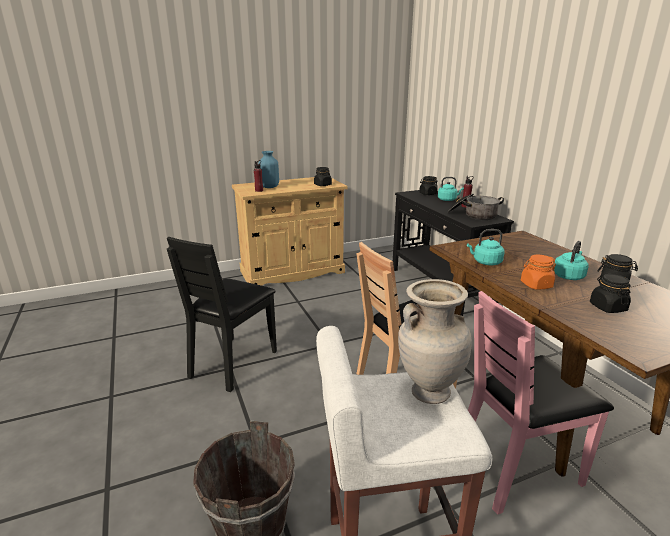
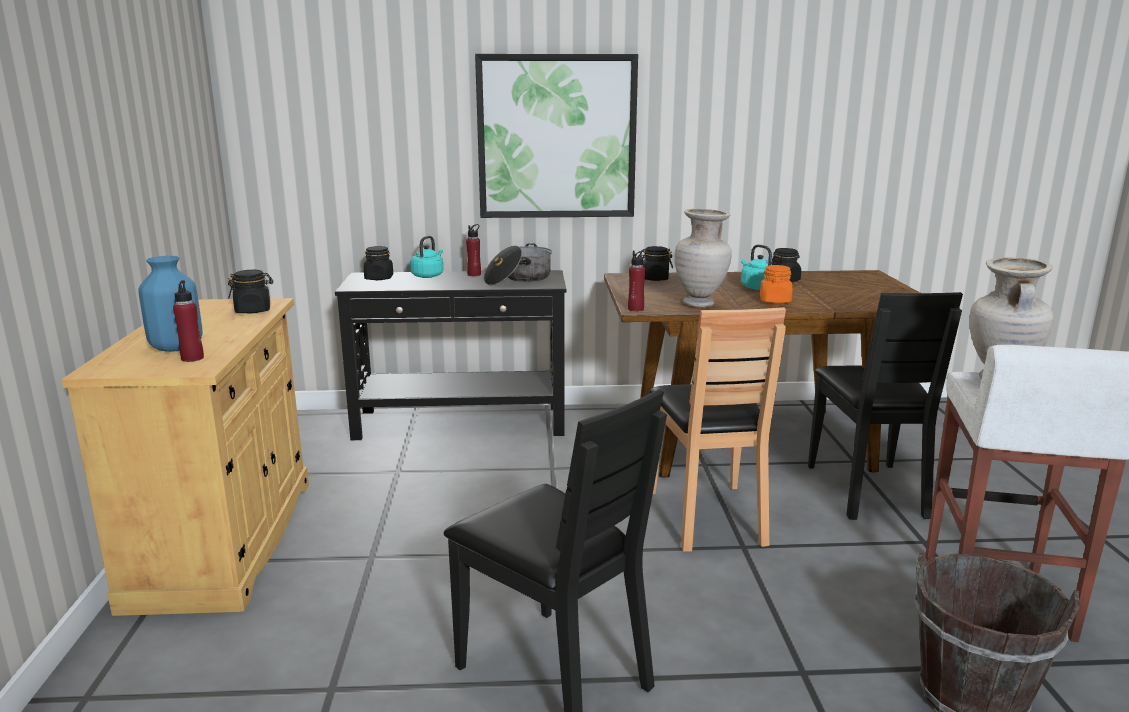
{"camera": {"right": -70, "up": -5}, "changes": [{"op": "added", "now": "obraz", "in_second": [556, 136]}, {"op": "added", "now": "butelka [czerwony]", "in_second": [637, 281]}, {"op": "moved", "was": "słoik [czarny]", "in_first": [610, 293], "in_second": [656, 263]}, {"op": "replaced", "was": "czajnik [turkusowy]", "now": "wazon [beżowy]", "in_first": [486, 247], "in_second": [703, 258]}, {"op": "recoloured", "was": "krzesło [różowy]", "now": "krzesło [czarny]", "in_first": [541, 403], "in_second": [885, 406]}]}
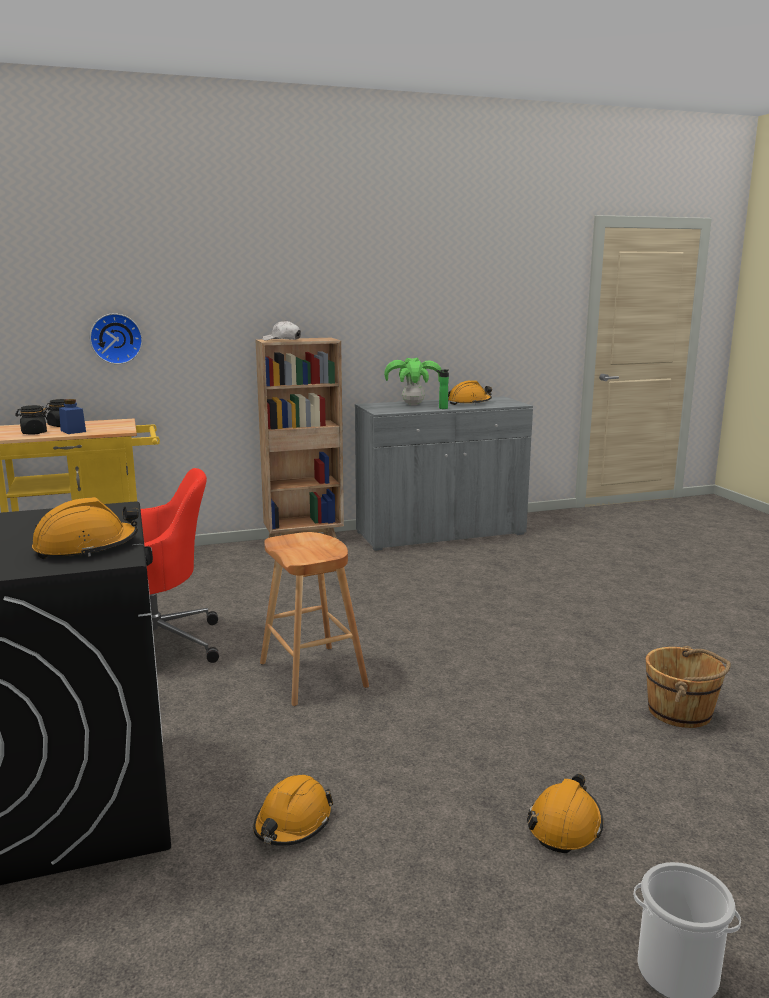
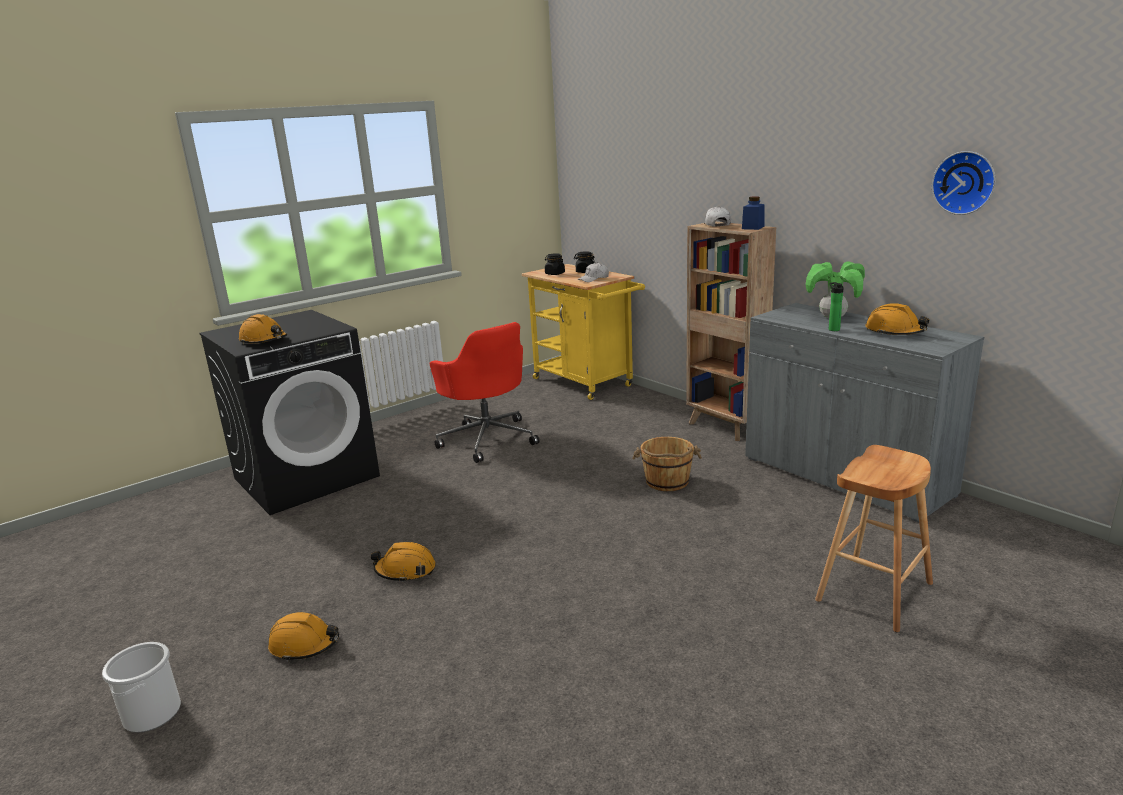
{"camera": {"right": 70, "up": 5}, "changes": [{"op": "moved", "was": "kask [pomarańczowy]", "in_first": [293, 810], "in_second": [403, 562]}, {"op": "added", "now": "czapka z daszkiem [biały]", "in_second": [593, 272]}, {"op": "moved", "was": "wiadro [brązowy]", "in_first": [688, 687], "in_second": [667, 464]}, {"op": "moved", "was": "słoik [niebieski]", "in_first": [72, 416], "in_second": [753, 213]}, {"op": "moved", "was": "stołek [brązowy]", "in_first": [314, 619], "in_second": [874, 538]}, {"op": "moved", "was": "zegar ścienny", "in_first": [116, 338], "in_second": [963, 183]}]}
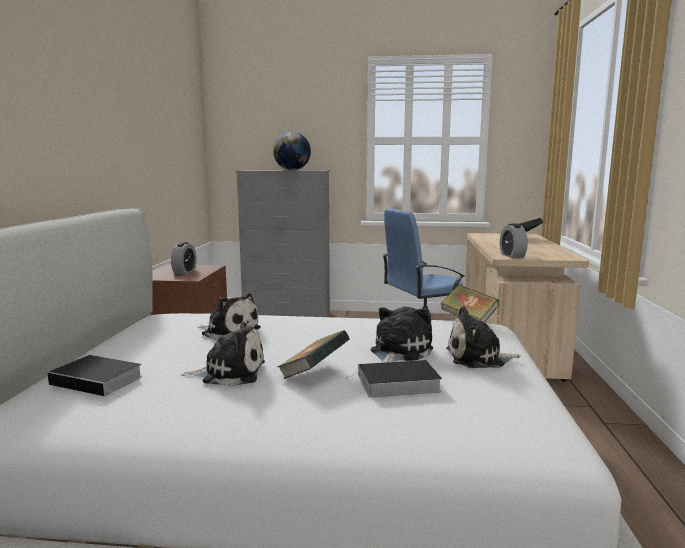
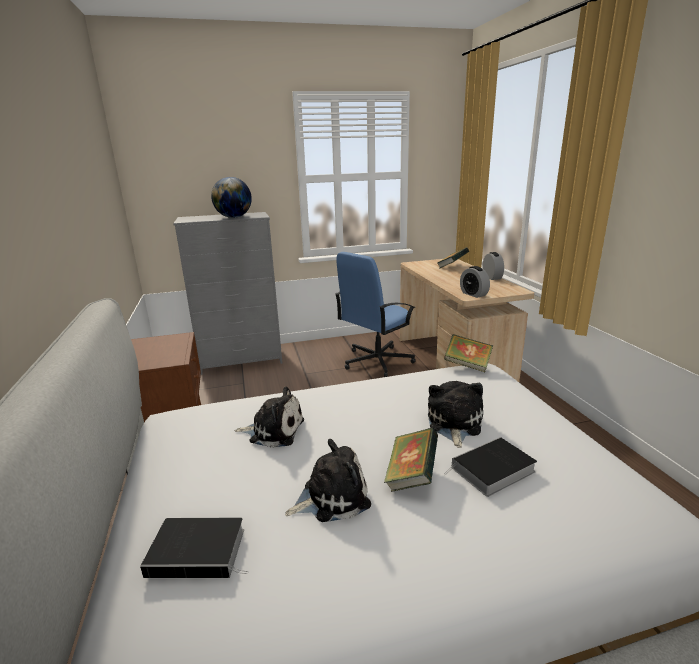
{"camera": {"right": -20, "up": 10}, "changes": [{"op": "moved", "was": "budzik", "in_first": [184, 258], "in_second": [493, 266]}, {"op": "removed", "was": "pluszak", "in_first": [483, 337]}]}
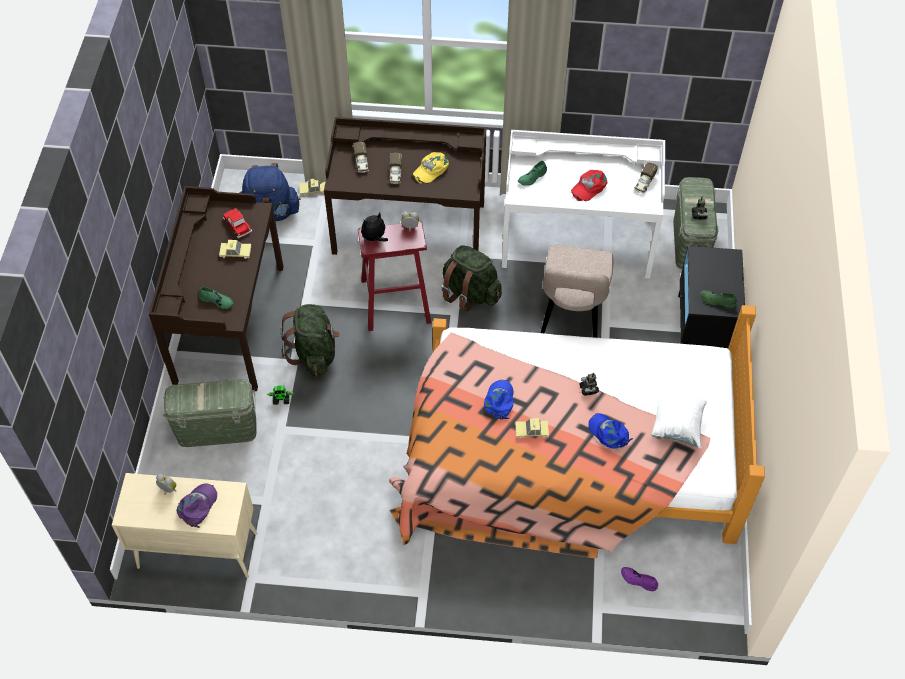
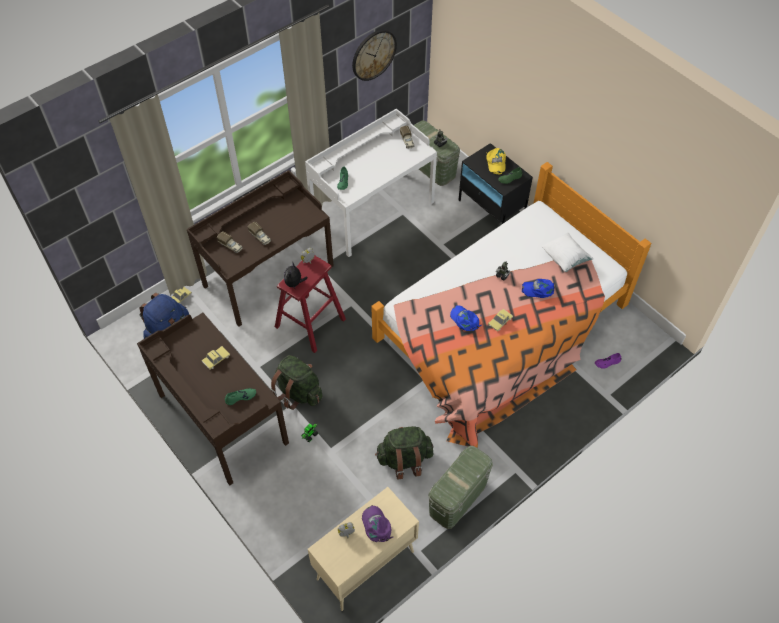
{"camera": {"right": -45, "up": 0}, "changes": [{"op": "added", "now": "zegar ścienny", "in_second": [374, 55]}, {"op": "moved", "was": "plecak [zielony]", "in_first": [471, 278], "in_second": [404, 453]}, {"op": "moved", "was": "pojemnik do przechowywania [zielony]", "in_first": [210, 413], "in_second": [460, 487]}, {"op": "moved", "was": "czapka z daszkiem [żółty]", "in_first": [431, 167], "in_second": [496, 161]}, {"op": "removed", "was": "samochodzik", "in_first": [237, 223]}, {"op": "removed", "was": "krzesło [beżowy]", "in_first": [577, 291]}, {"op": "removed", "was": "czapka z daszkiem [czerwony]", "in_first": [589, 185]}]}
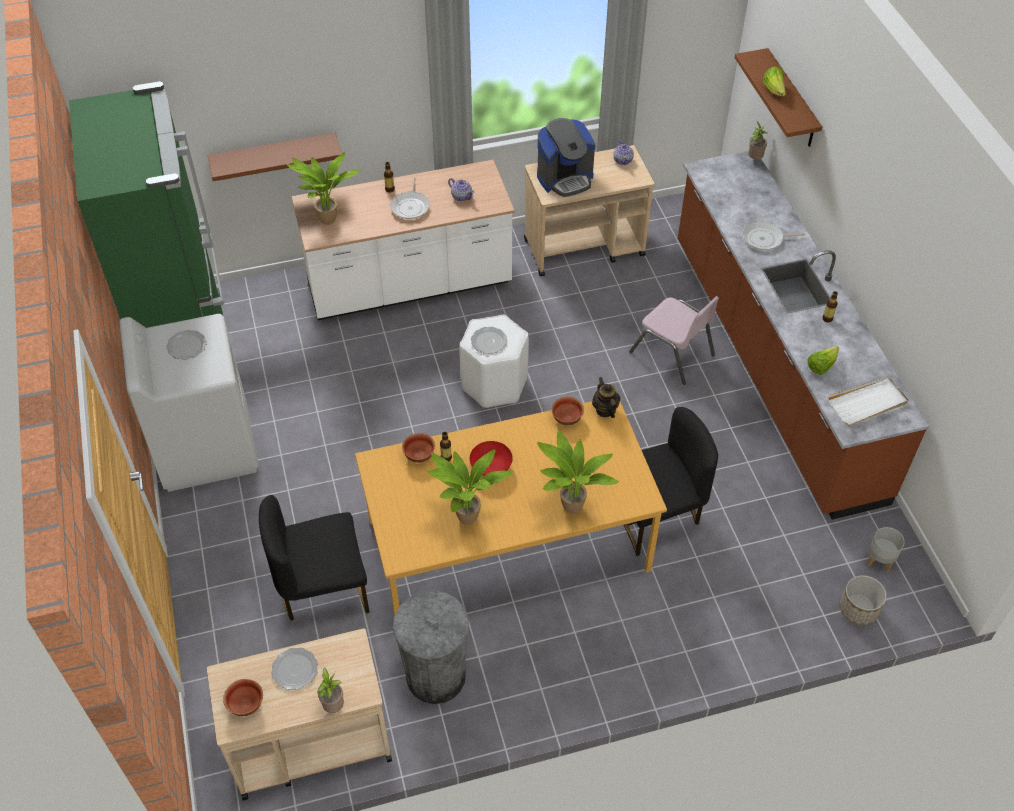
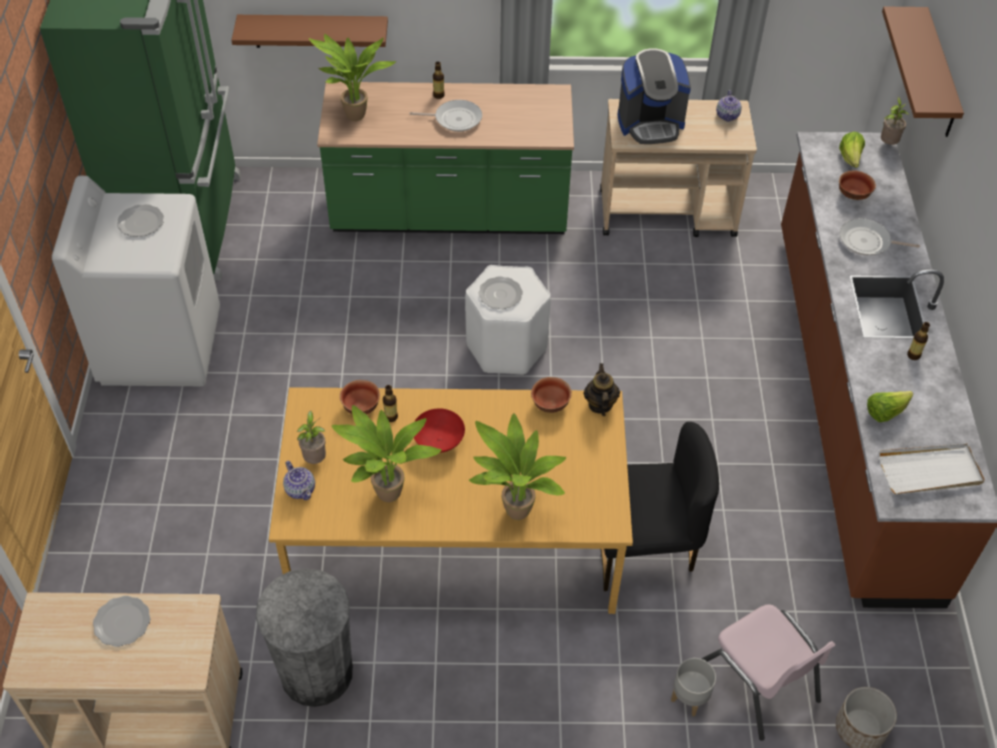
{"camera": {"right": 15, "up": 0}, "changes": [{"op": "moved", "was": "imbryk", "in_first": [461, 189], "in_second": [299, 480]}, {"op": "moved", "was": "roślina doniczkowa", "in_first": [330, 690], "in_second": [311, 437]}, {"op": "recoloured", "was": "zabudowa kuchenna [biały]", "now": "zabudowa kuchenna [zielony]", "in_first": [403, 240], "in_second": [445, 158]}, {"op": "turned", "was": "patelnia", "in_first": [410, 198], "in_second": [445, 116], "clockwise": -105}, {"op": "moved", "was": "donica [szary]", "in_first": [886, 550], "in_second": [693, 687]}, {"op": "moved", "was": "krzesło [różowy]", "in_first": [674, 340], "in_second": [768, 672]}, {"op": "moved", "was": "sałata", "in_first": [774, 81], "in_second": [852, 150]}, {"op": "moved", "was": "miska", "in_first": [243, 697], "in_second": [857, 185]}, {"op": "removed", "was": "krzesło [czarny]", "in_first": [314, 557]}]}
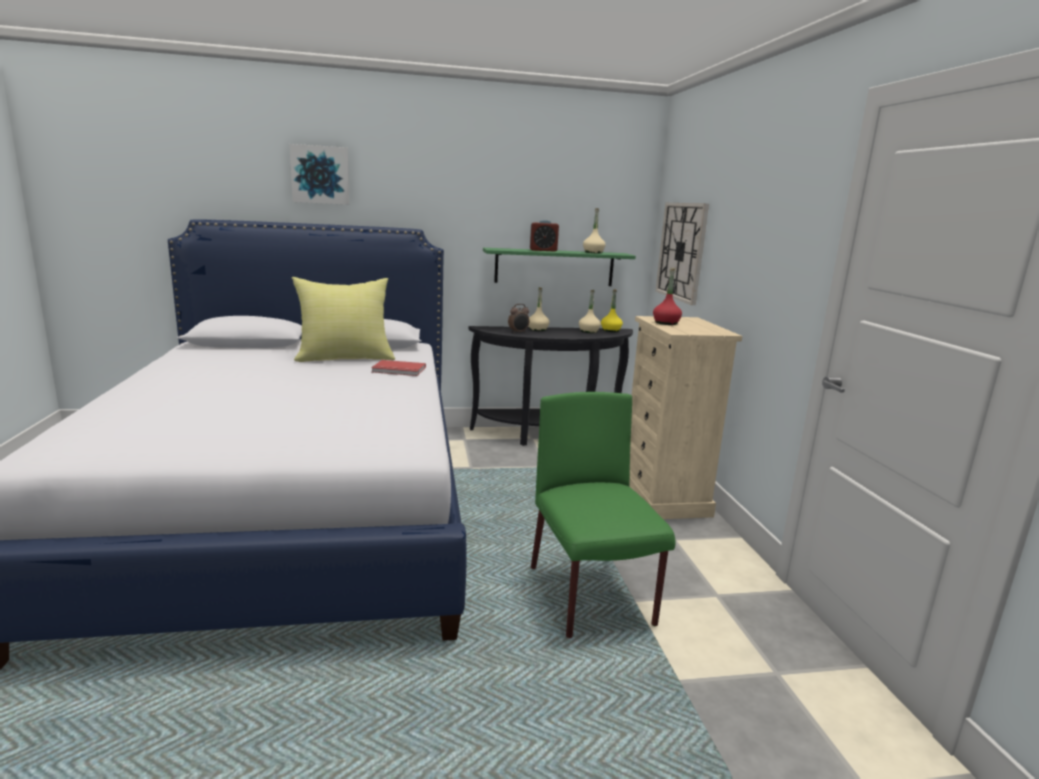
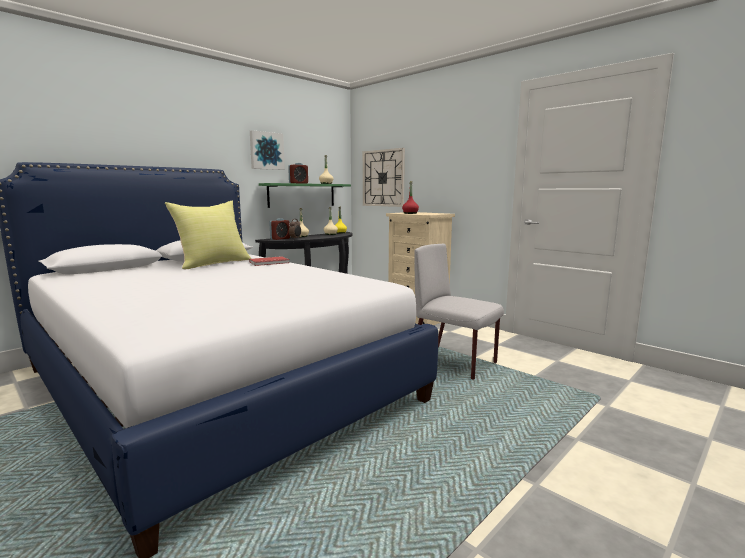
{"camera": {"right": -35, "up": -5}, "changes": [{"op": "moved", "was": "obraz", "in_first": [319, 174], "in_second": [267, 150]}, {"op": "added", "now": "budzik", "in_second": [279, 229]}, {"op": "recoloured", "was": "krzesło [zielony]", "now": "krzesło [szary]", "in_first": [603, 515], "in_second": [459, 312]}]}
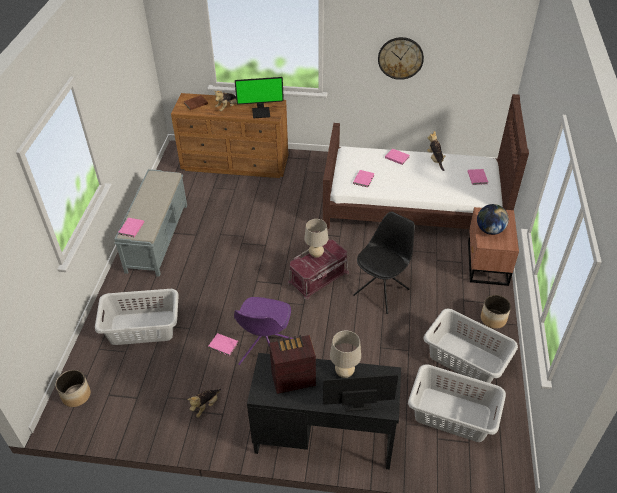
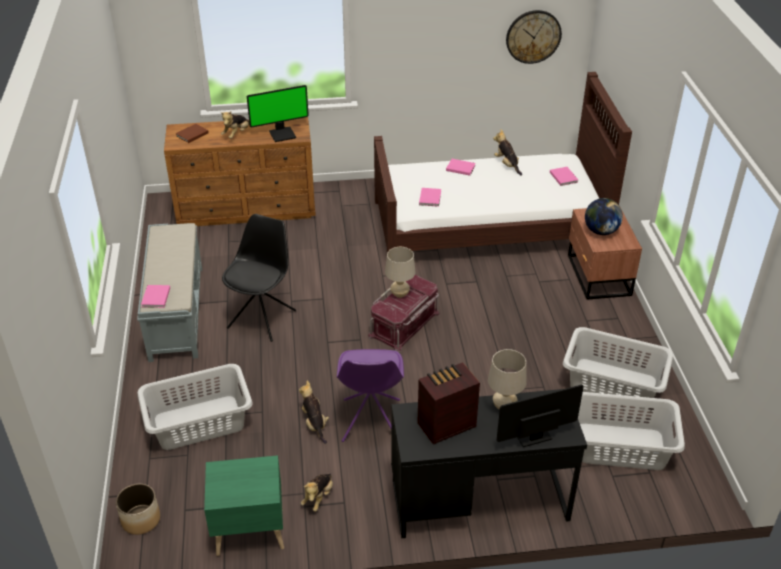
{"camera": {"right": -15, "up": -5}, "changes": [{"op": "added", "now": "szafka nocna [zielony]", "in_second": [244, 505]}, {"op": "moved", "was": "krzesło [czarny]", "in_first": [384, 262], "in_second": [259, 278]}, {"op": "replaced", "was": "książka [różowy]", "now": "pluszak", "in_first": [223, 344], "in_second": [314, 412]}, {"op": "moved", "was": "zegar ścienny", "in_first": [401, 58], "in_second": [534, 37]}, {"op": "removed", "was": "donica", "in_first": [496, 312]}]}
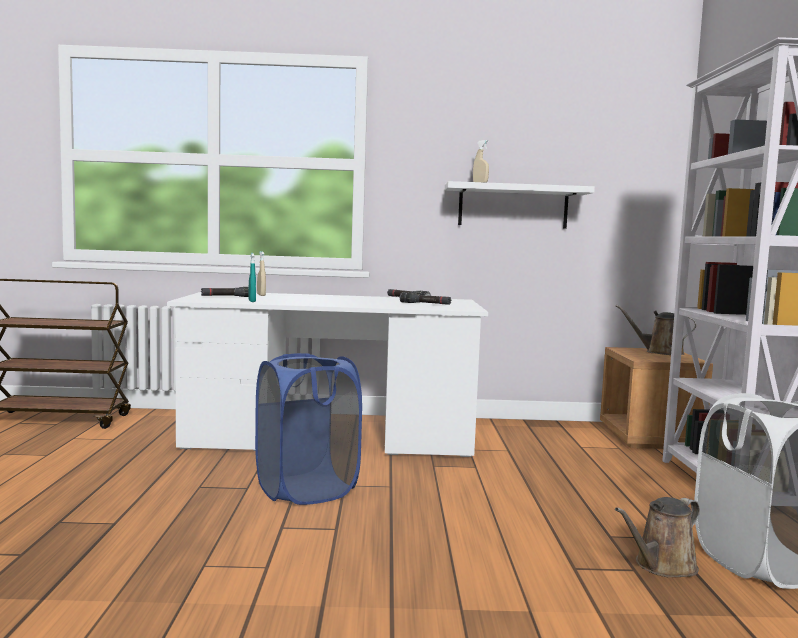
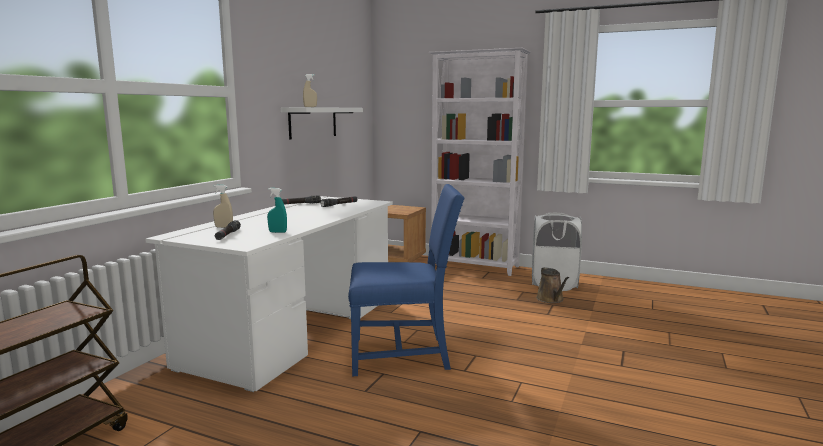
{"camera": {"right": -65, "up": 5}, "changes": [{"op": "replaced", "was": "kosz na pranie [niebieski]", "now": "krzesło [niebieski]", "in_first": [308, 429], "in_second": [406, 280]}, {"op": "removed", "was": "konewka [brązowy]", "in_first": [656, 330]}]}
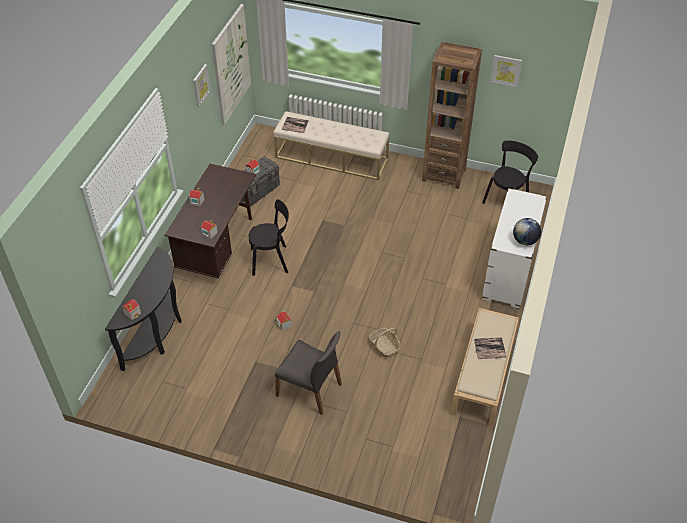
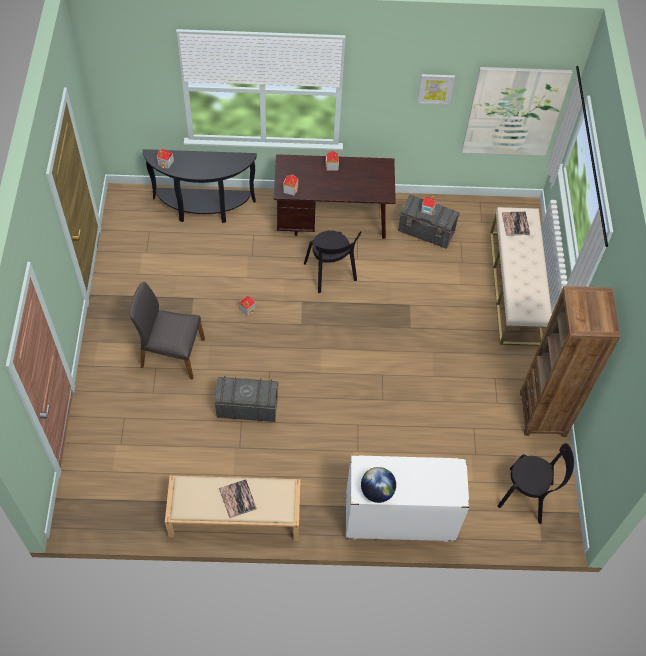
{"camera": {"right": 70, "up": 10}, "changes": [{"op": "turned", "was": "krzesło [szary]", "in_first": [308, 373], "in_second": [167, 331], "clockwise": 90}, {"op": "replaced", "was": "koszyk", "now": "pojemnik do przechowywania [szary]", "in_first": [385, 342], "in_second": [246, 399]}, {"op": "removed", "was": "obraz", "in_first": [506, 71]}]}
